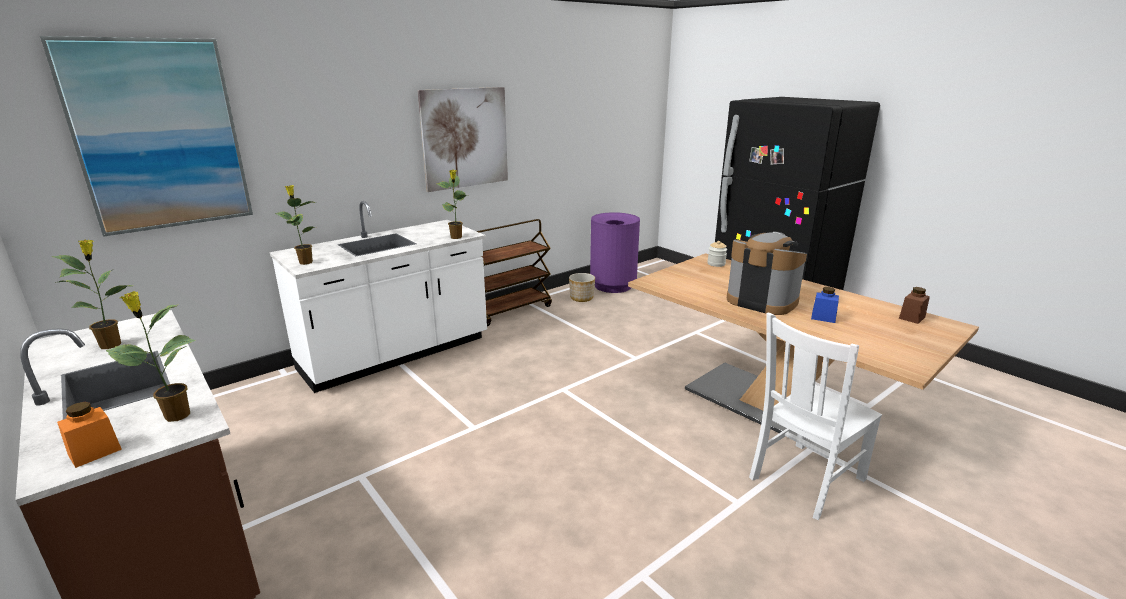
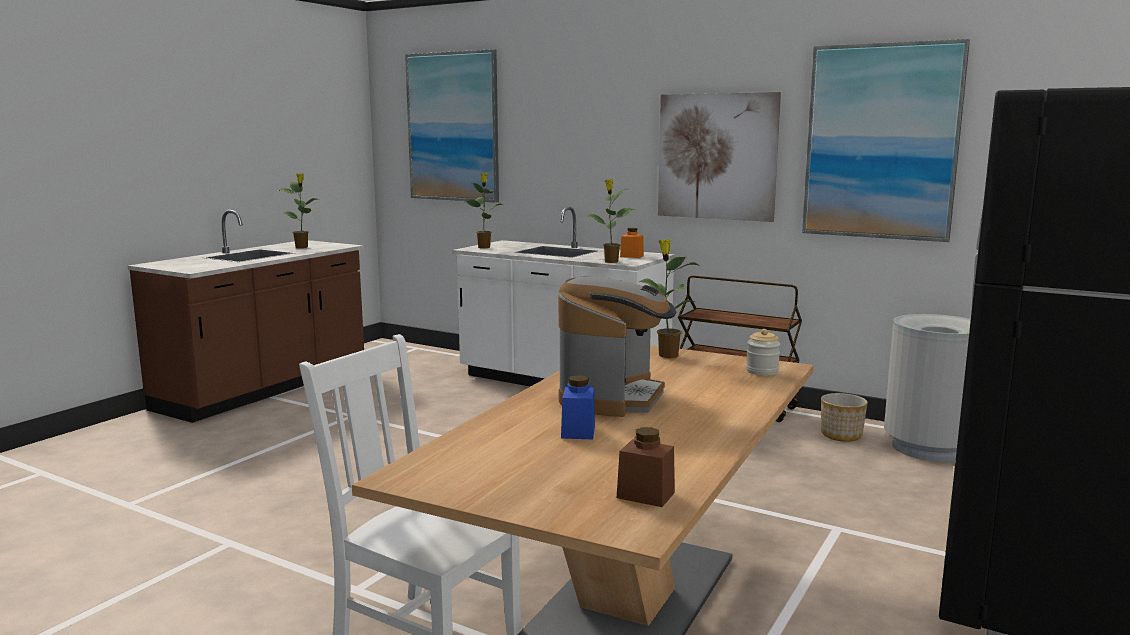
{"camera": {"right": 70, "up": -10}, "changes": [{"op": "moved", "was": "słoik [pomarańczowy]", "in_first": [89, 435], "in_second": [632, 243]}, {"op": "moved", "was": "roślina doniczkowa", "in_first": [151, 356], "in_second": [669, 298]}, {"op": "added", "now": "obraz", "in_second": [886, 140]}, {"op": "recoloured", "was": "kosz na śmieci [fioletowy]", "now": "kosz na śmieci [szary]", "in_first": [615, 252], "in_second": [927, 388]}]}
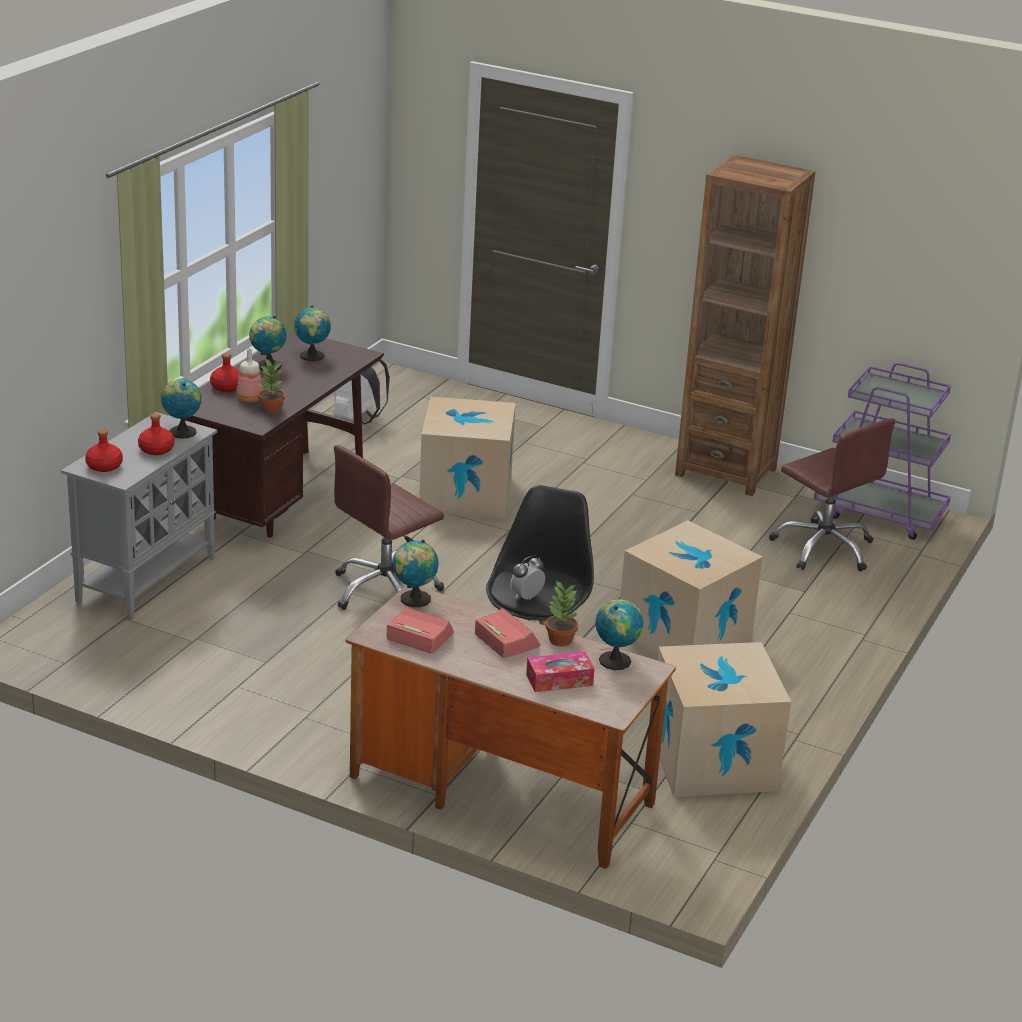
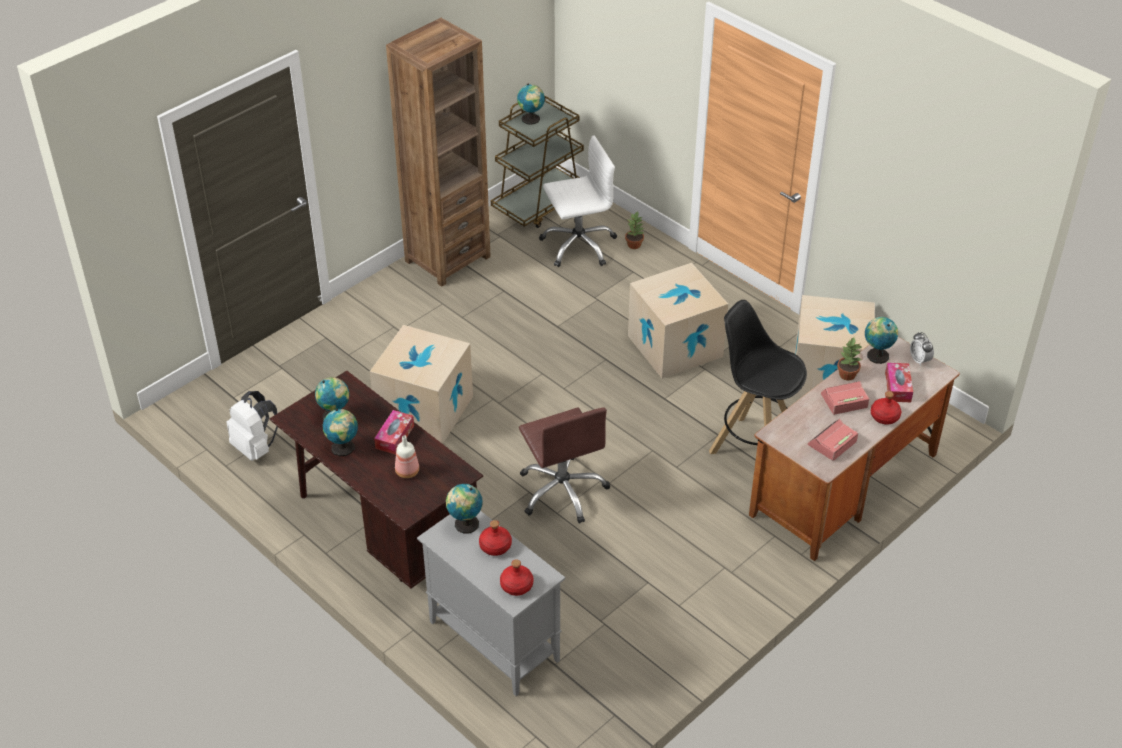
{"camera": {"right": -70, "up": 15}, "changes": [{"op": "added", "now": "pudełko chusteczek", "in_second": [394, 432]}, {"op": "recoloured", "was": "wózek [fioletowy]", "now": "wózek [brązowy]", "in_first": [882, 451], "in_second": [537, 161]}, {"op": "moved", "was": "globus", "in_first": [416, 573], "in_second": [531, 104]}, {"op": "recoloured", "was": "krzesło biurowe [brązowy]", "now": "krzesło biurowe [biały]", "in_first": [832, 494], "in_second": [578, 201]}, {"op": "moved", "was": "roślina doniczkowa", "in_first": [271, 386], "in_second": [634, 230]}, {"op": "moved", "was": "butelka [czerwony]", "in_first": [224, 372], "in_second": [886, 408]}, {"op": "moved", "was": "budzik", "in_first": [527, 577], "in_second": [922, 349]}]}
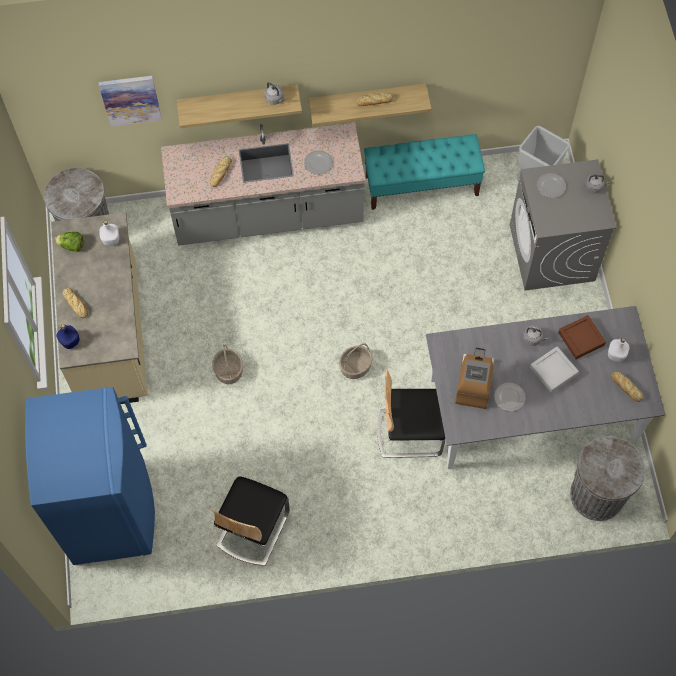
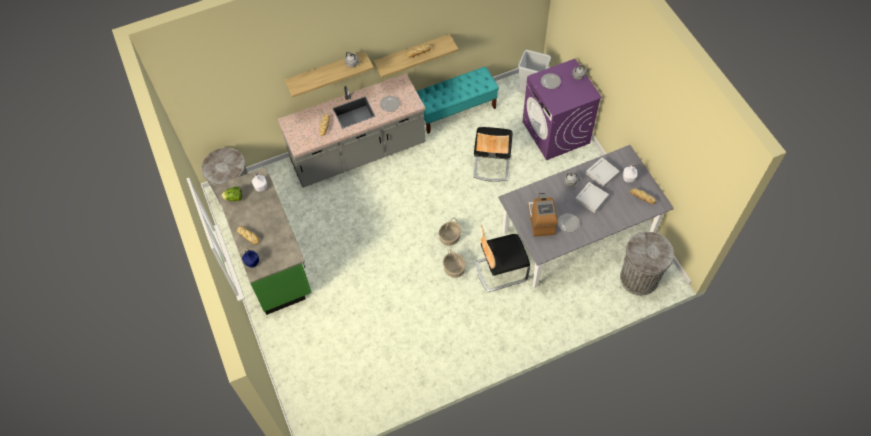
{"camera": {"right": -15, "up": -5}, "changes": [{"op": "recoloured", "was": "zabudowa kuchenna [beżowy]", "now": "zabudowa kuchenna [zielony]", "in_first": [99, 308], "in_second": [263, 241]}, {"op": "moved", "was": "koszyk", "in_first": [227, 364], "in_second": [454, 263]}, {"op": "moved", "was": "krzesło", "in_first": [250, 521], "in_second": [493, 154]}, {"op": "recoloured", "was": "pralka [szary]", "now": "pralka [fioletowy]", "in_first": [563, 225], "in_second": [562, 109]}, {"op": "recoloured", "was": "taca [brązowy]", "now": "taca [szary]", "in_first": [582, 337], "in_second": [603, 173]}, {"op": "removed", "was": "lodówka [niebieski]", "in_first": [90, 476]}, {"op": "removed", "was": "obraz", "in_first": [130, 101]}]}
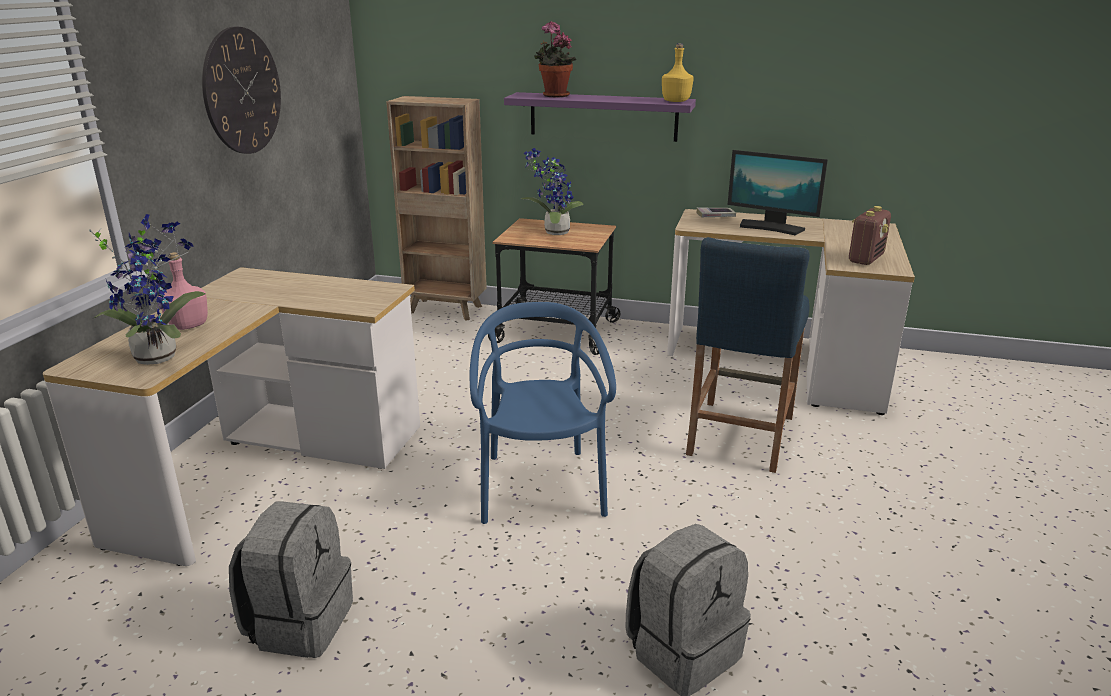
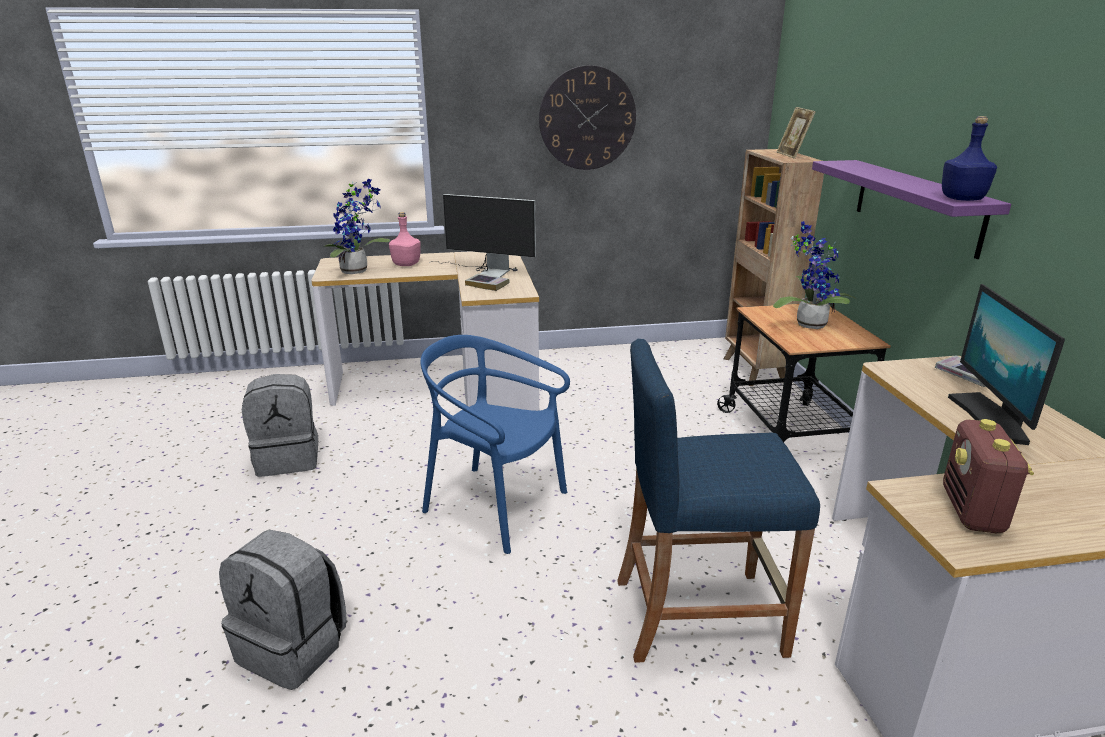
{"camera": {"right": 65, "up": 0}, "changes": [{"op": "turned", "was": "krzesło [niebieski]", "in_first": [543, 413], "in_second": [495, 444], "clockwise": -120}, {"op": "added", "now": "monitor", "in_second": [483, 235]}, {"op": "added", "now": "książka", "in_second": [487, 282]}, {"op": "added", "now": "ramka na zdjęcie", "in_second": [796, 133]}, {"op": "recoloured", "was": "butelka [żółty]", "now": "butelka [niebieski]", "in_first": [678, 72], "in_second": [969, 158]}, {"op": "turned", "was": "radio", "in_first": [870, 235], "in_second": [988, 476], "clockwise": 90}, {"op": "removed", "was": "roślina doniczkowa", "in_first": [555, 59]}]}
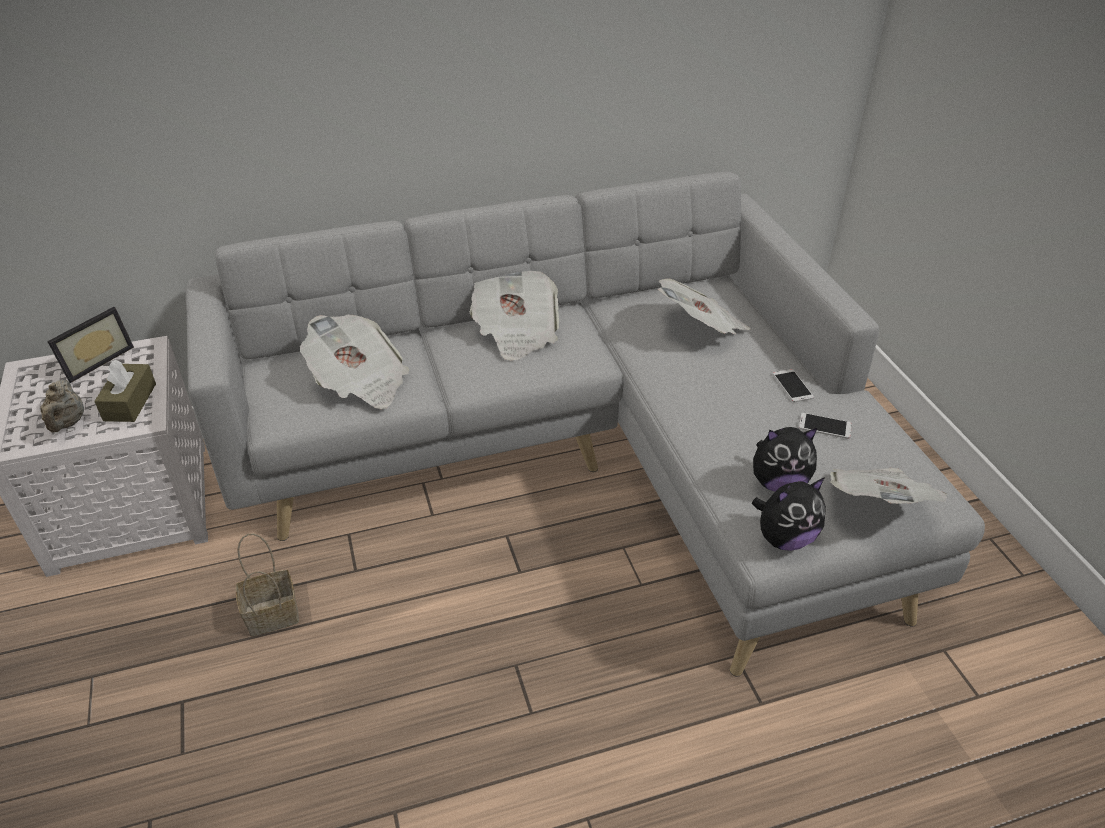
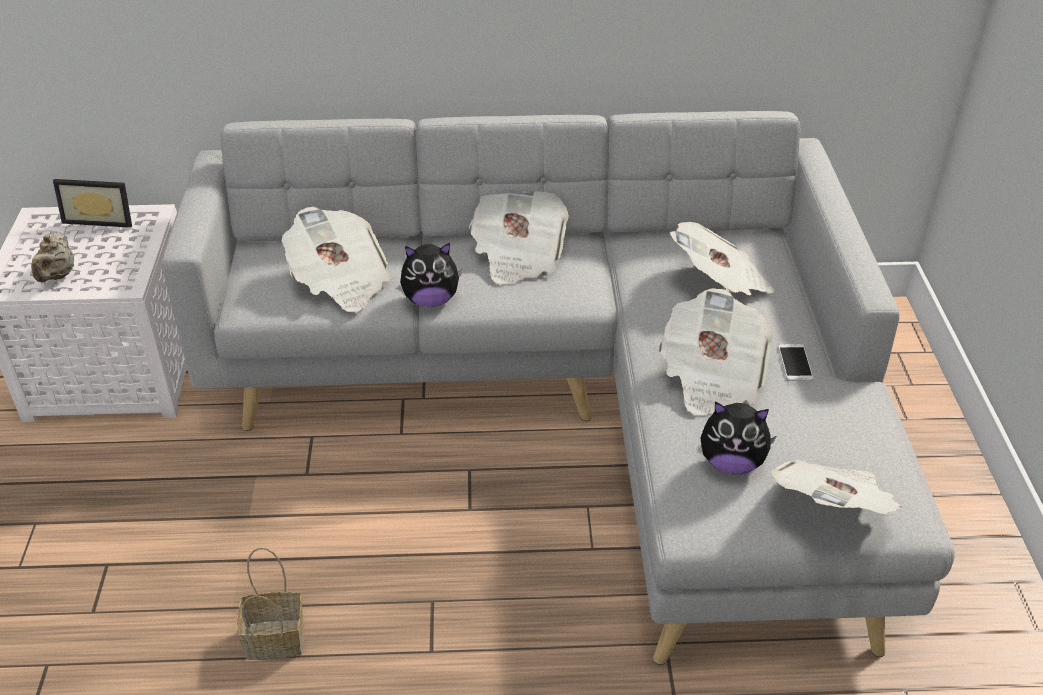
{"camera": {"right": 15, "up": 0}, "changes": [{"op": "turned", "was": "ramka na zdjęcie", "in_first": [90, 345], "in_second": [92, 203], "clockwise": 45}, {"op": "moved", "was": "koszyk", "in_first": [267, 584], "in_second": [270, 604]}, {"op": "moved", "was": "pluszak", "in_first": [789, 514], "in_second": [431, 275]}, {"op": "added", "now": "gazeta", "in_second": [716, 351]}, {"op": "removed", "was": "pudełko chusteczek [brązowy]", "in_first": [125, 391]}, {"op": "removed", "was": "telefon", "in_first": [825, 426]}]}
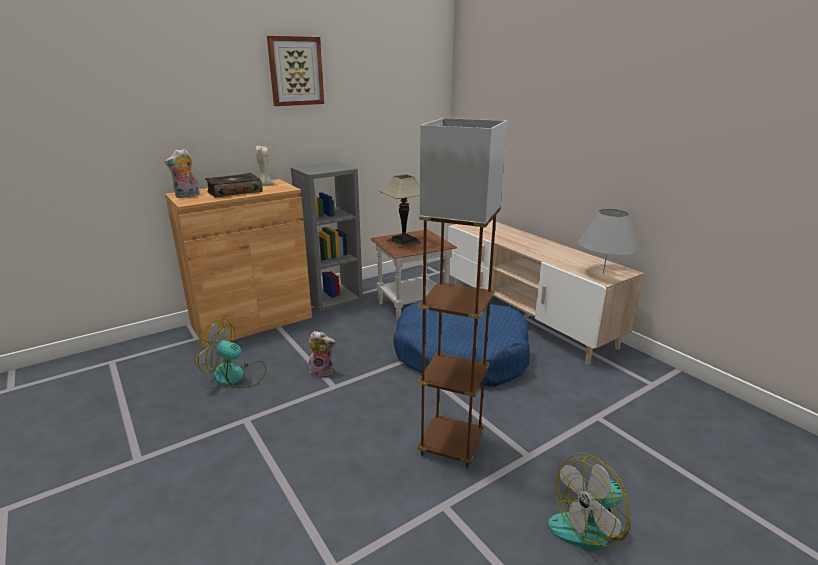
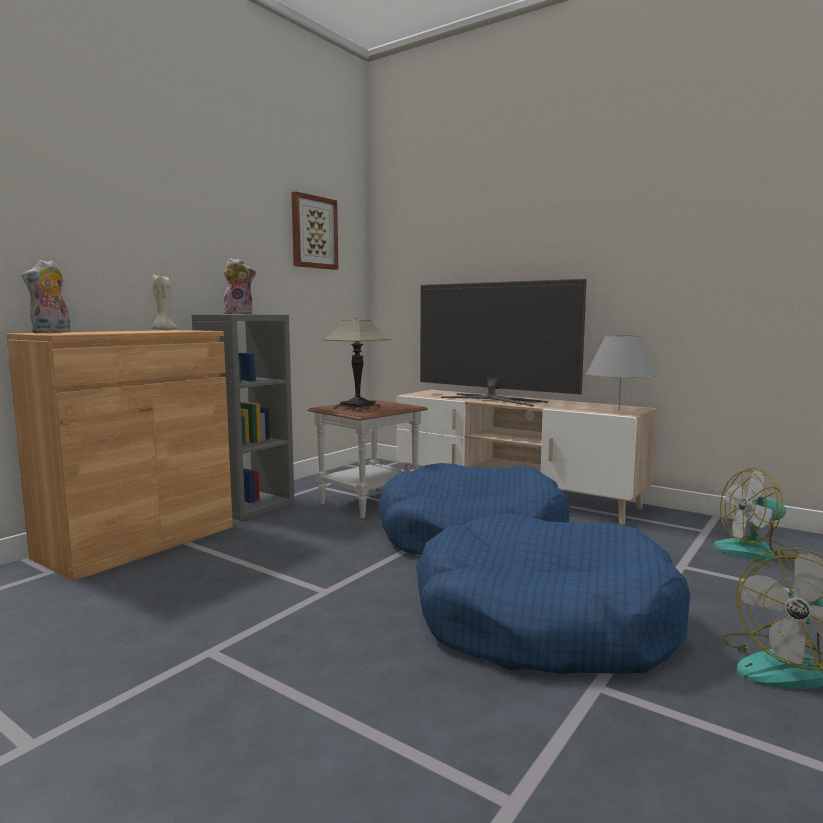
{"camera": {"right": -20, "up": -15}, "changes": [{"op": "moved", "was": "pluszak", "in_first": [322, 354], "in_second": [239, 286]}, {"op": "moved", "was": "obraz", "in_first": [295, 71], "in_second": [314, 230]}, {"op": "replaced", "was": "lampa stojąca [brązowy]", "now": "legowisko [niebieski]", "in_first": [462, 293], "in_second": [553, 593]}, {"op": "added", "now": "telewizor", "in_second": [503, 342]}, {"op": "moved", "was": "wentylator", "in_first": [230, 353], "in_second": [756, 514]}, {"op": "removed", "was": "książka", "in_first": [234, 185]}]}
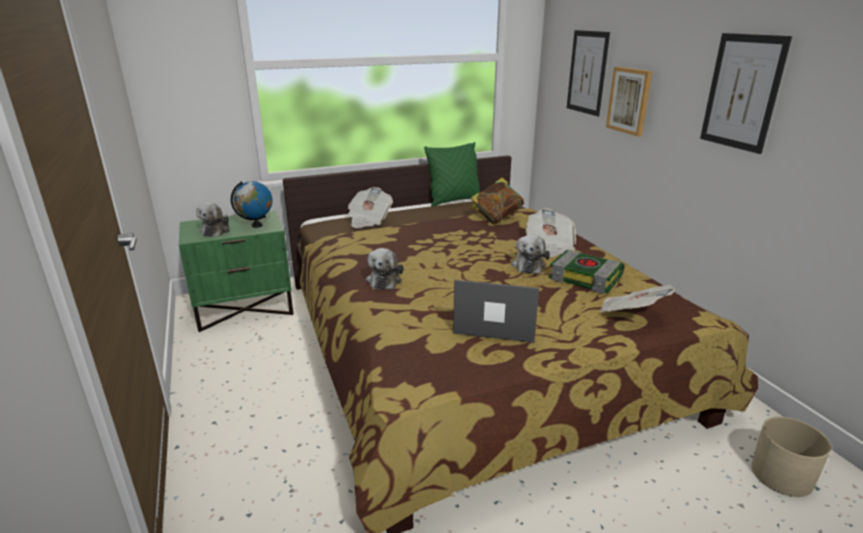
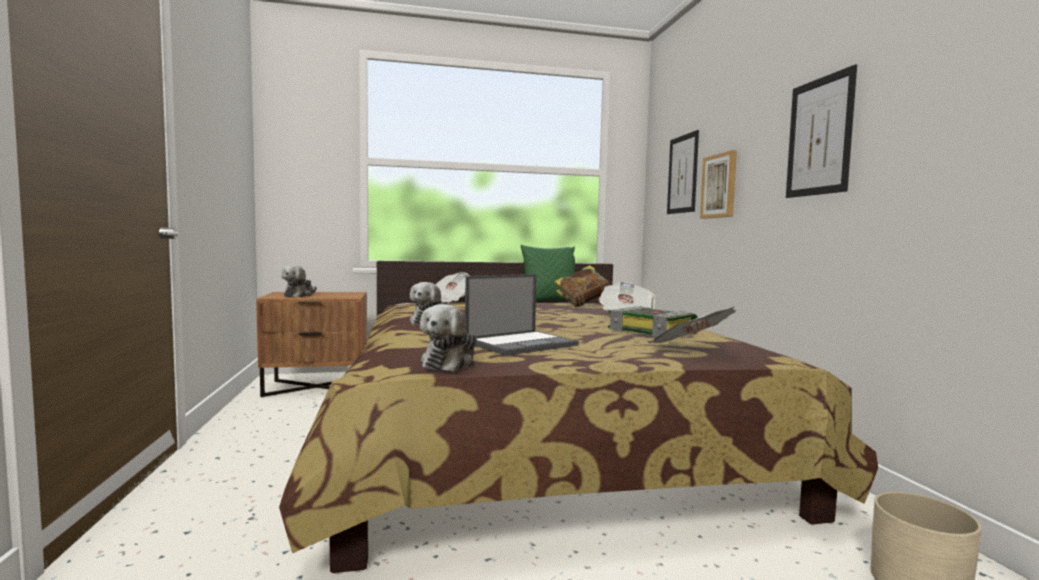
{"camera": {"right": 10, "up": -20}, "changes": [{"op": "recoloured", "was": "szafka nocna [zielony]", "now": "szafka nocna [brązowy]", "in_first": [236, 271], "in_second": [311, 344]}, {"op": "moved", "was": "pluszak", "in_first": [530, 254], "in_second": [448, 337]}, {"op": "turned", "was": "laptop", "in_first": [496, 311], "in_second": [522, 315], "clockwise": 120}, {"op": "removed", "was": "globus", "in_first": [252, 204]}]}
